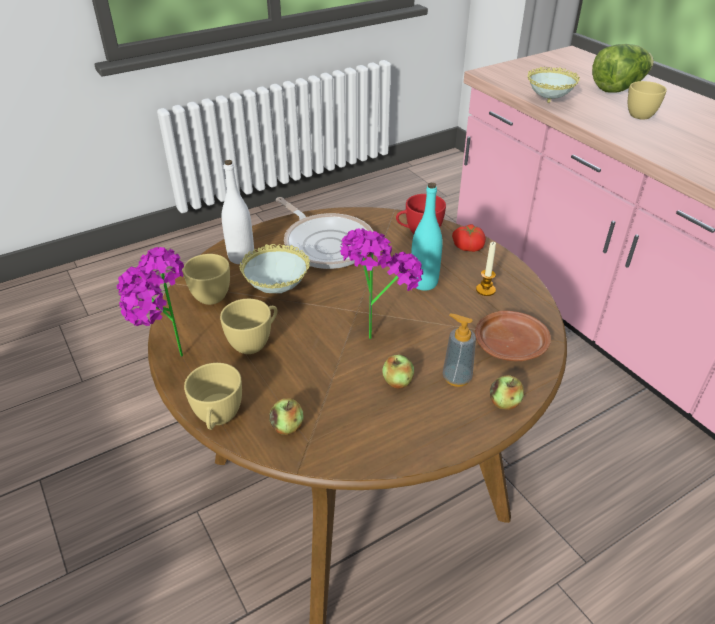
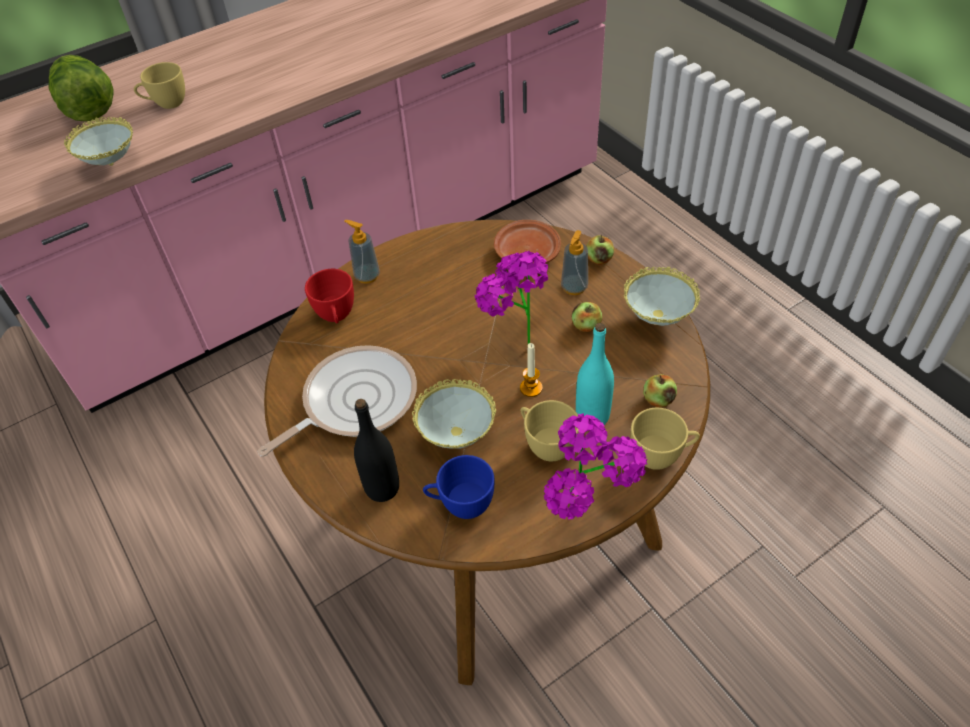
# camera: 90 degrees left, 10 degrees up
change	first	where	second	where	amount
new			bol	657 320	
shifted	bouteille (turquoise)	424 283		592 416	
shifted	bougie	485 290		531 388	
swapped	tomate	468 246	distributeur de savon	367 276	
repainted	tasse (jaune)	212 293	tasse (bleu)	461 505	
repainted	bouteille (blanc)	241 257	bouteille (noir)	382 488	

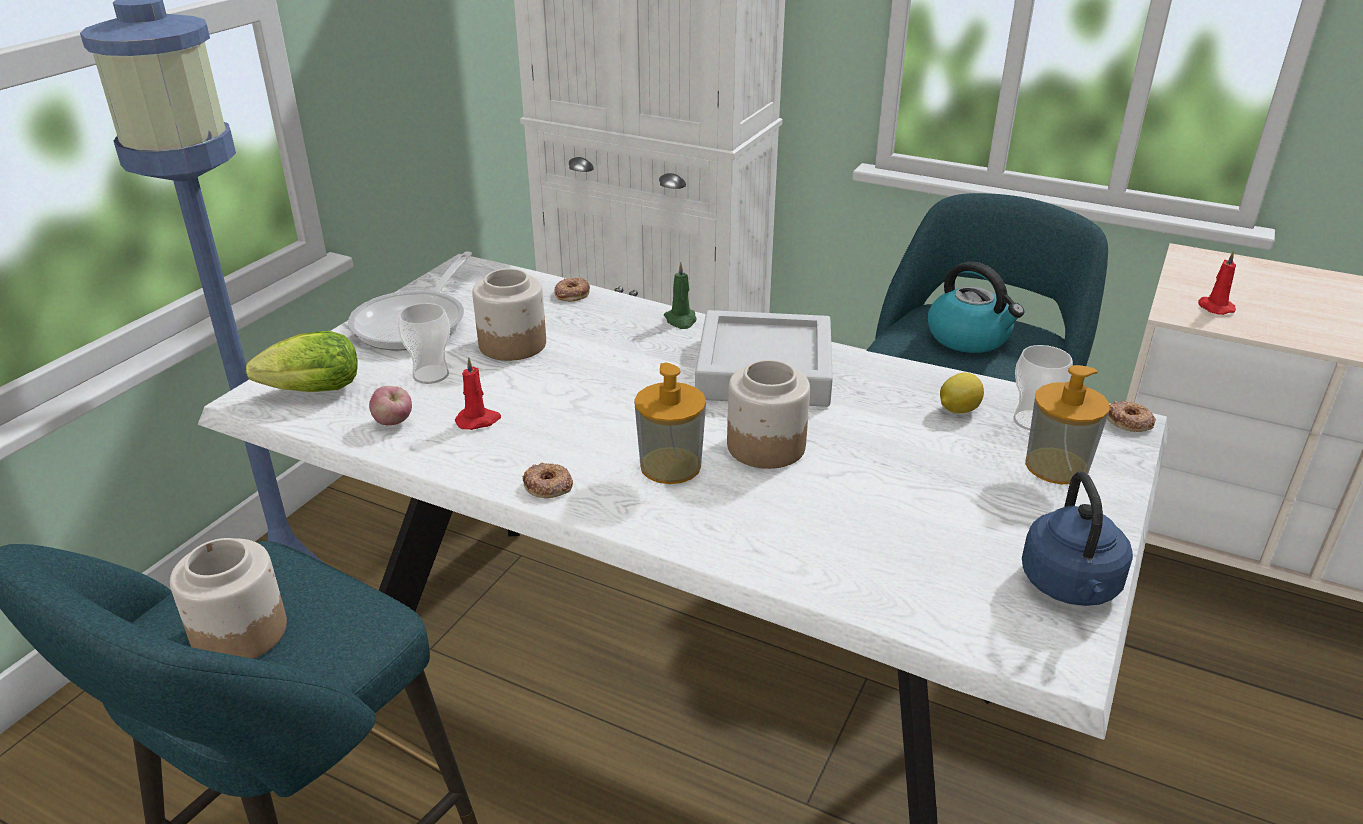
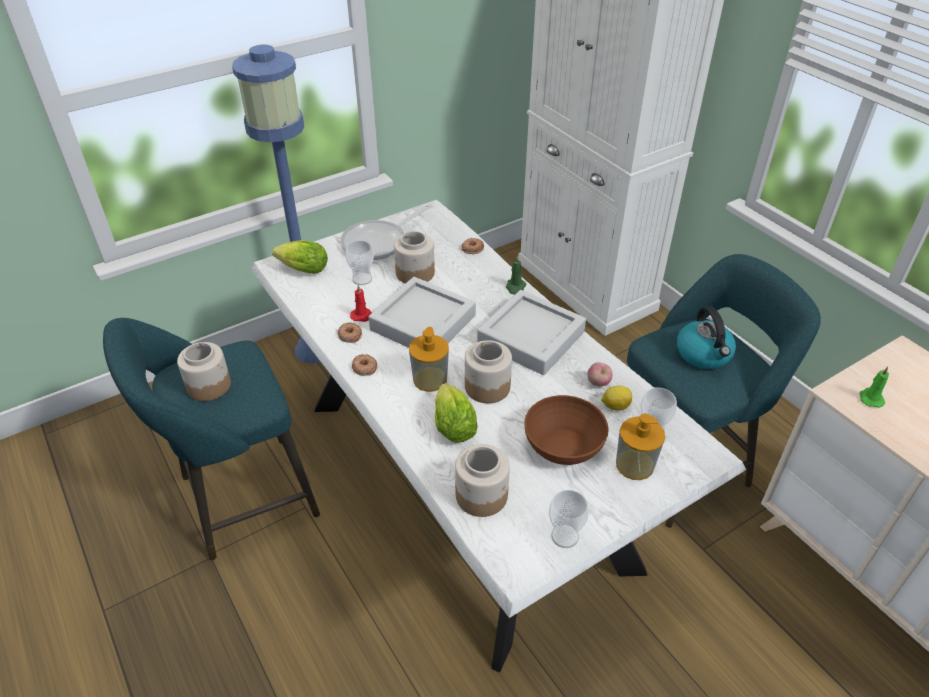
# camera: 30 degrees right, 10 degrees up
change	first	where	second	where	amount
new			plateau (gris)	423 323	
new			laitue	452 424	
new			bocal	482 495	
new			bol (marron)	562 446	
shifted	pomme	394 423		598 383	
shifted	beignet	1128 421		350 335	
swapped	bouilloire (bleu)	1070 587	tasse	564 536	
repainted	bougie (rouge)	1214 307	bougie (vert)	870 398	

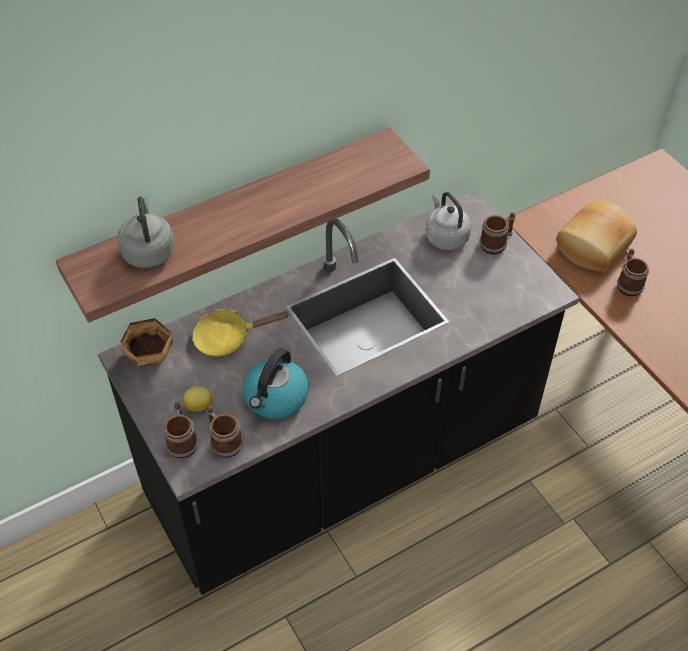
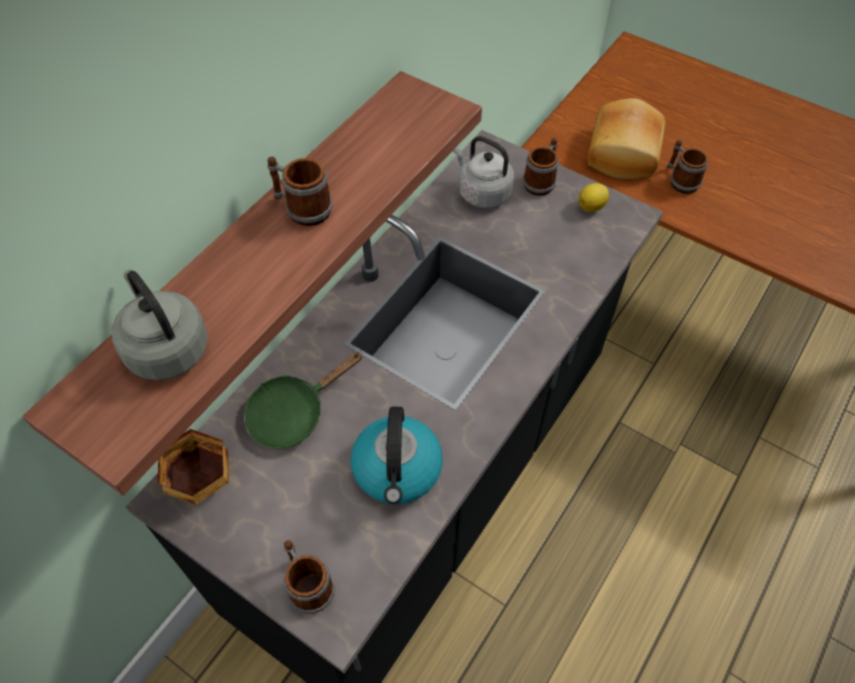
# camera: 25 degrees left, 5 degrees up
change	first	where	second	where	amount
shifted	citron	199 406		592 206	
shifted	mug	223 441		302 208	
repainted	poêle (jaune)	228 337	poêle (vert)	293 413	

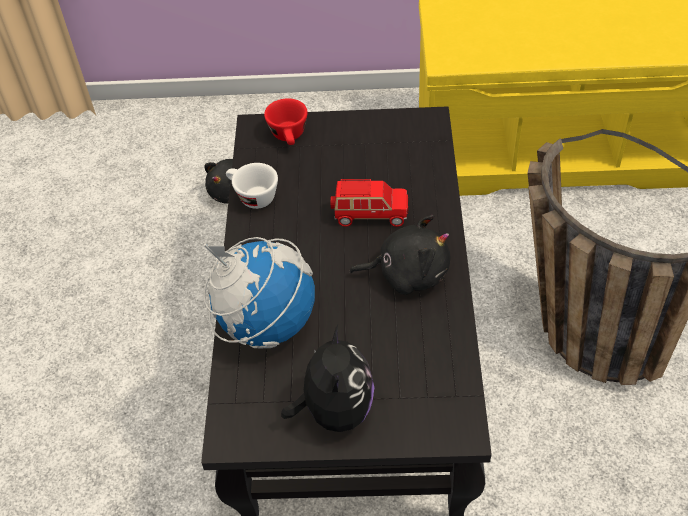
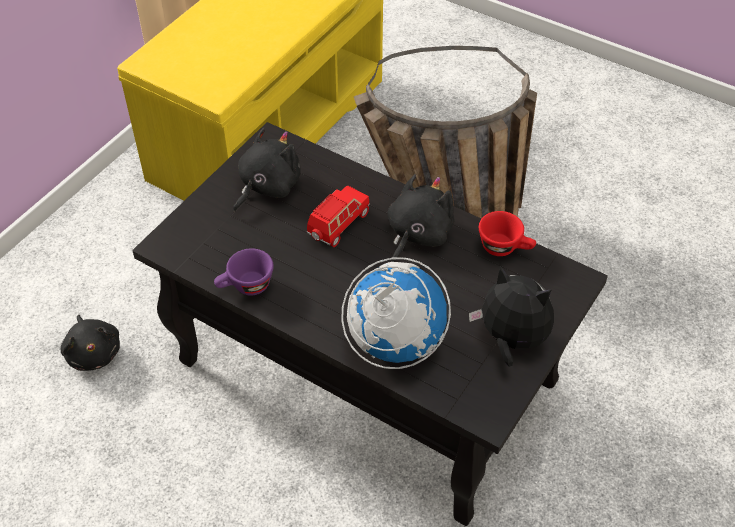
# camera: 60 degrees left, 0 degrees up
change	first	where	second	where	amount
new			peluche (noir)	267 186	
shifted	tasse (rouge)	289 137		505 247	
repainted	tasse (blanc)	252 196	tasse (violet)	245 287	

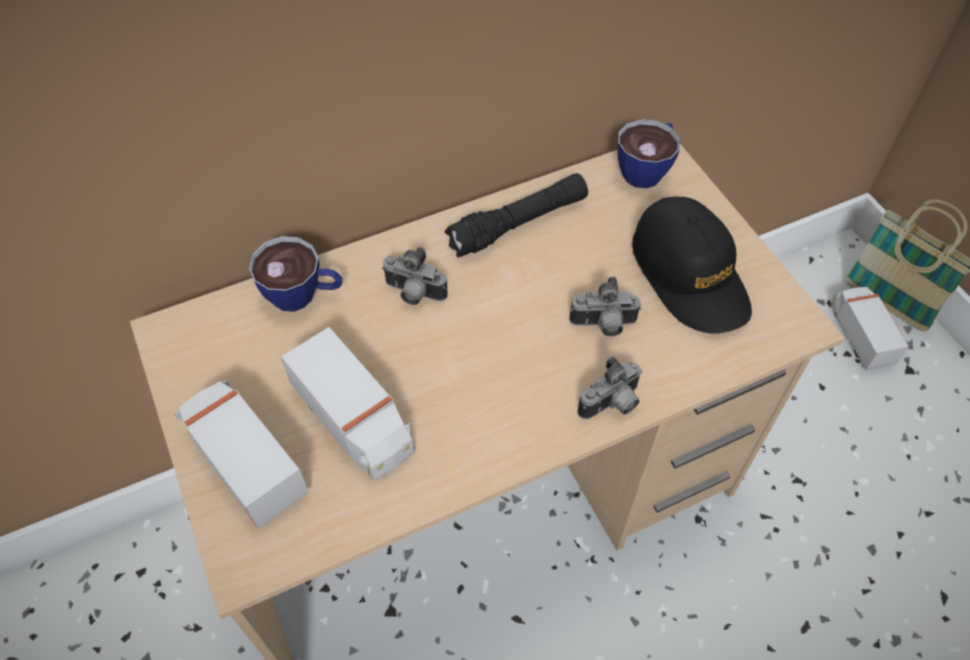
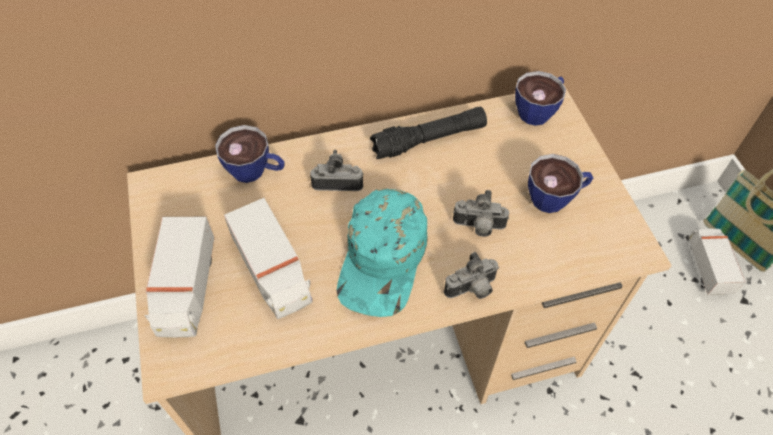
# camera: 10 degrees right, 0 degrees up
change	first	where	second	where	amount
new			casquette (turquoise)	383 259	
swapped	casquette (noir)	690 275	tasse	555 198	
rotated	camion jouet	244 461		186 289	150 degrees counterclockwise
rotated	appareil photo	413 294		338 182	150 degrees clockwise

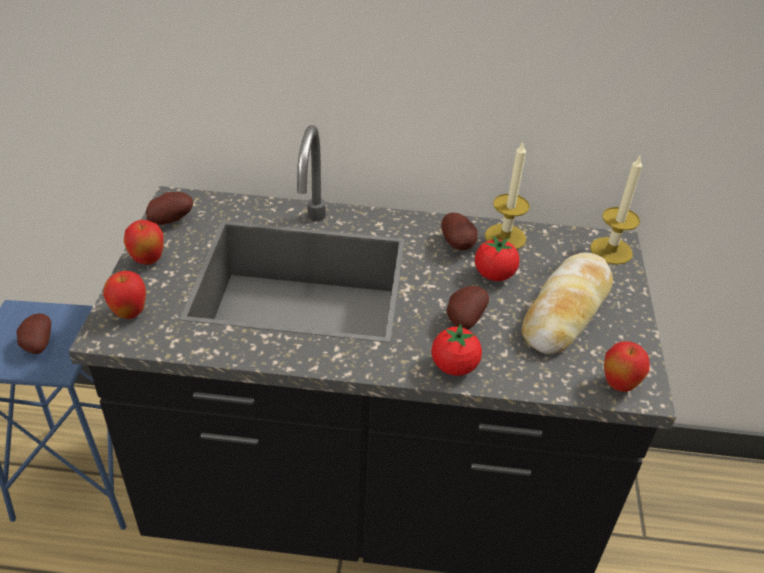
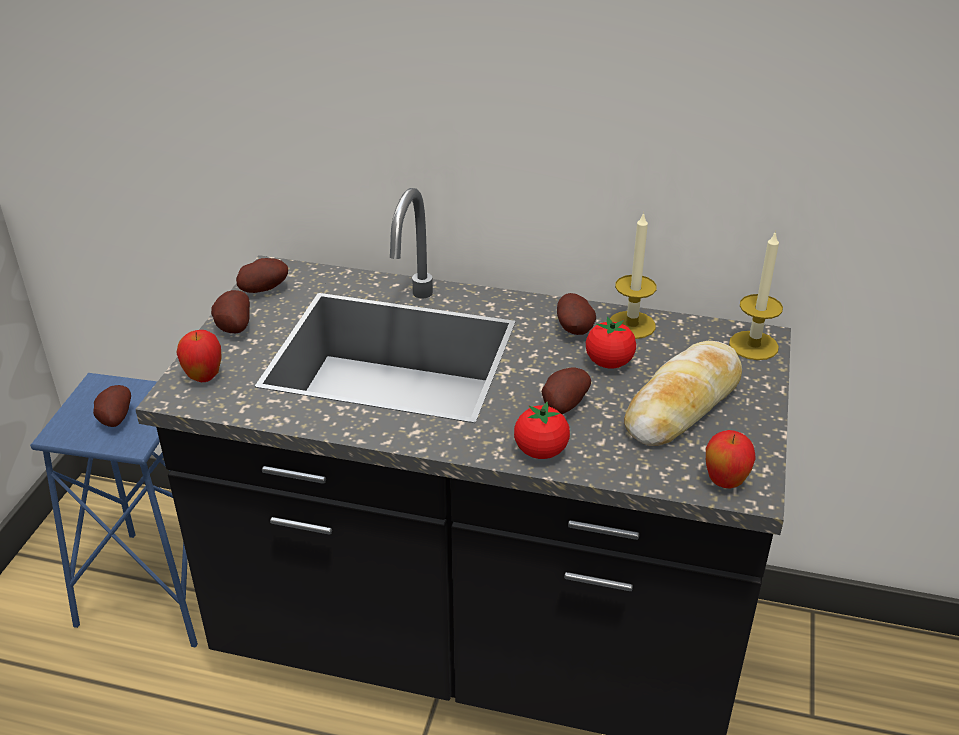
# camera: 10 degrees right, 5 degrees down
change	first	where	second	where	amount
swapped	pomme	148 261	pomme de terre	232 328	

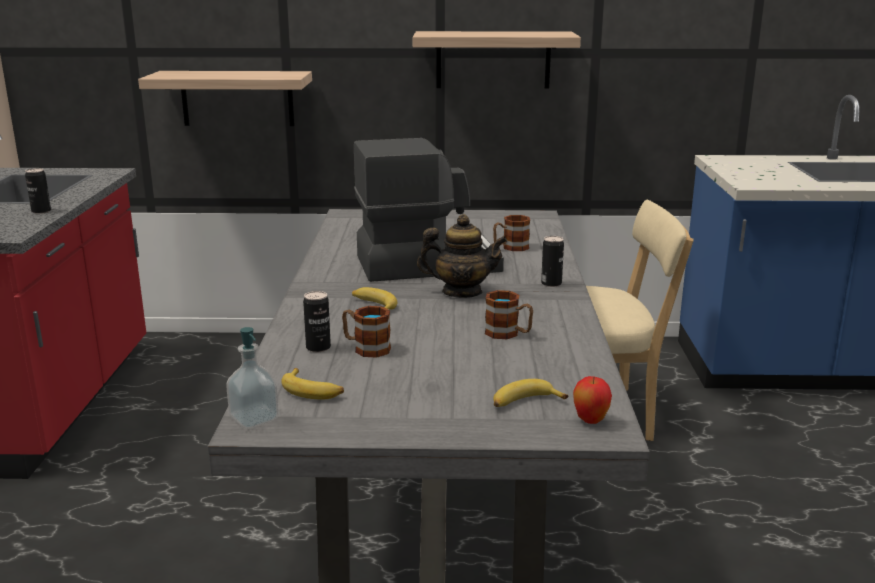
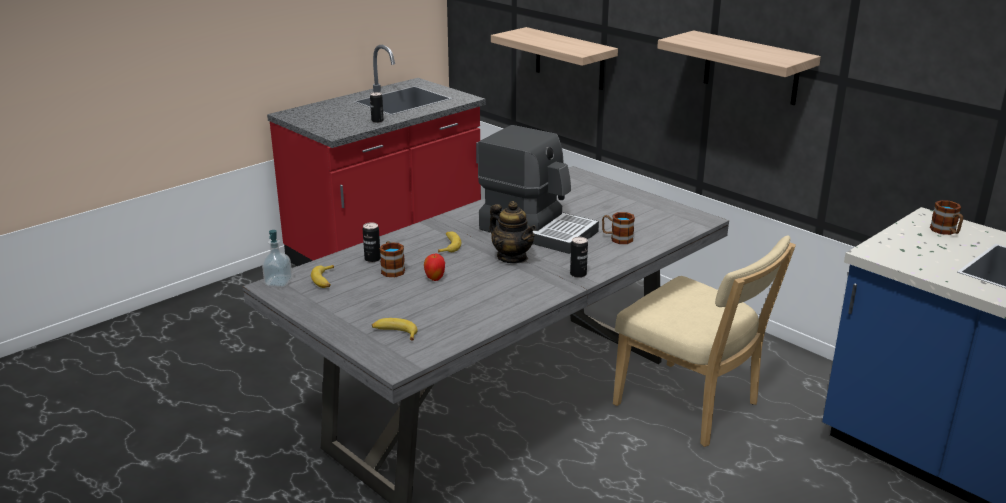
# camera: 45 degrees right, 5 degrees up
change	first	where	second	where	amount
shifted	mug	508 334		946 232	
shifted	pomme	590 421		435 279	

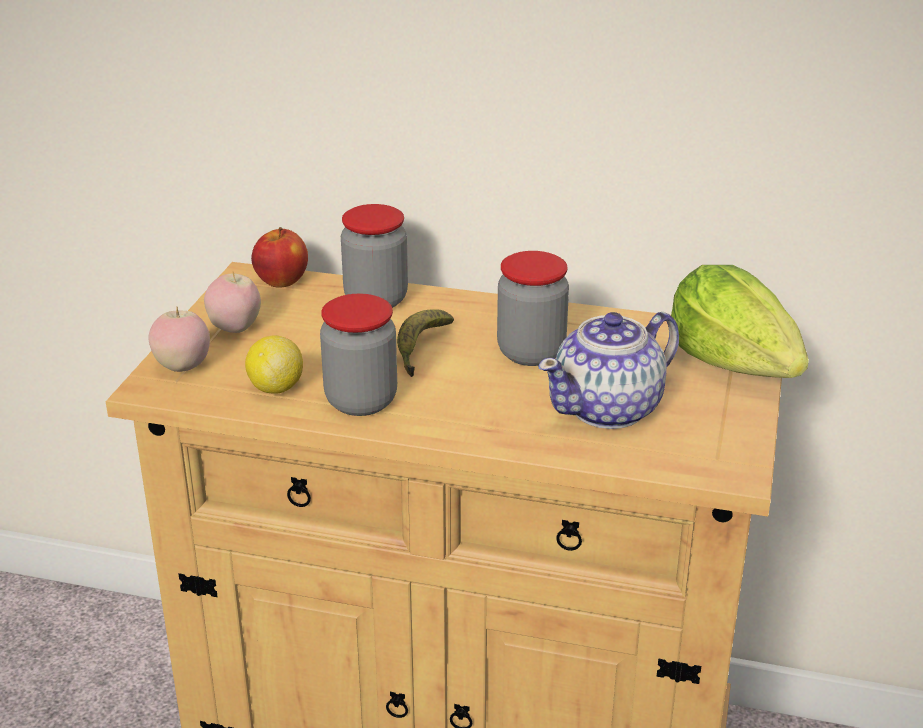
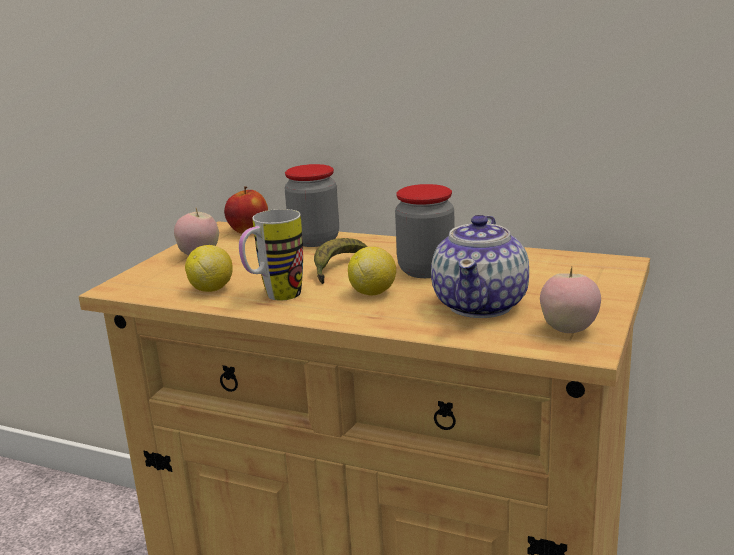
# camera: 10 degrees right, 10 degrees down
change	first	where	second	where	amount
gone	laitue	736 363			
new			citron	373 292	
shifted	pomme	183 367		569 330	
swapped	bocal	361 401	mug	274 298	
rotated	théière	609 409		481 305	45 degrees counterclockwise

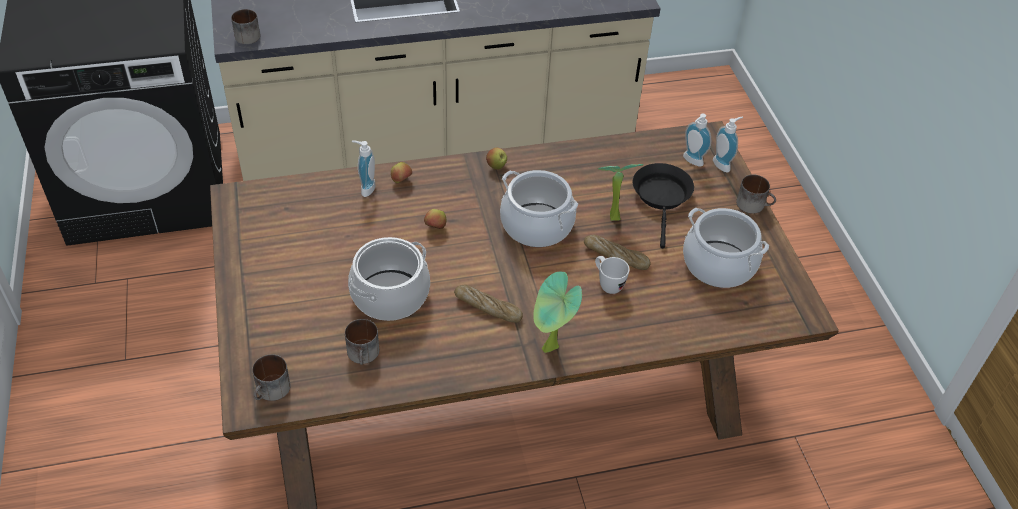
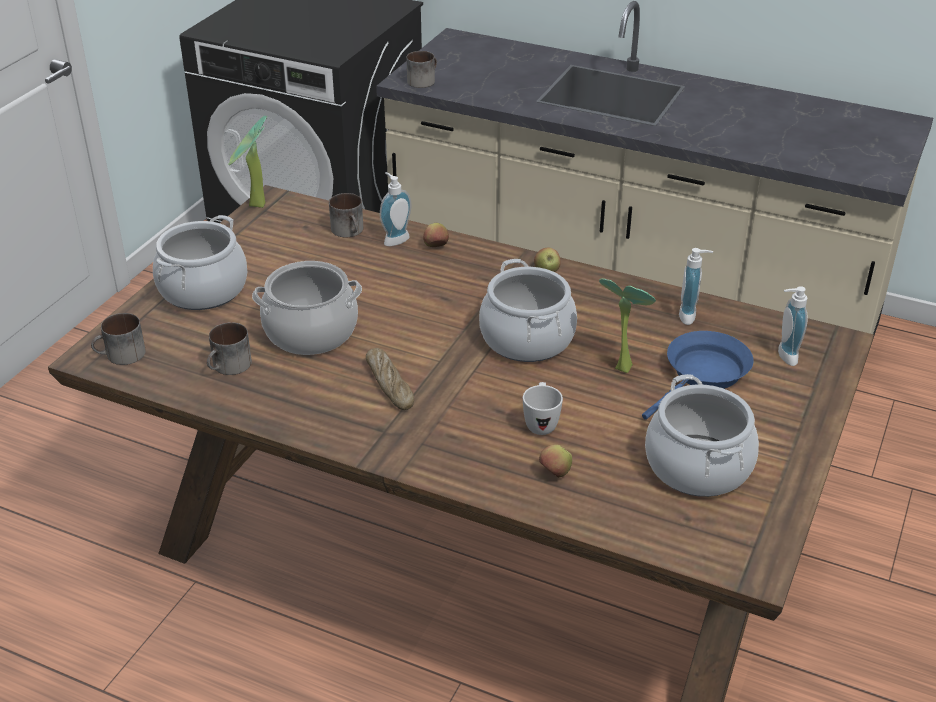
# camera: 40 degrees right, 10 degrees down
change	first	where	second	where	amount
gone	pain	616 256			
new			marmite	203 289	
shifted	pomme	435 227		555 473	
shifted	plante en pot	550 351		255 207	
shifted	distributeur de savon	723 164		691 316	
shifted	mug	754 204		350 231	
repainted	poêle (noir)	662 198	poêle (bleu)	703 375	

